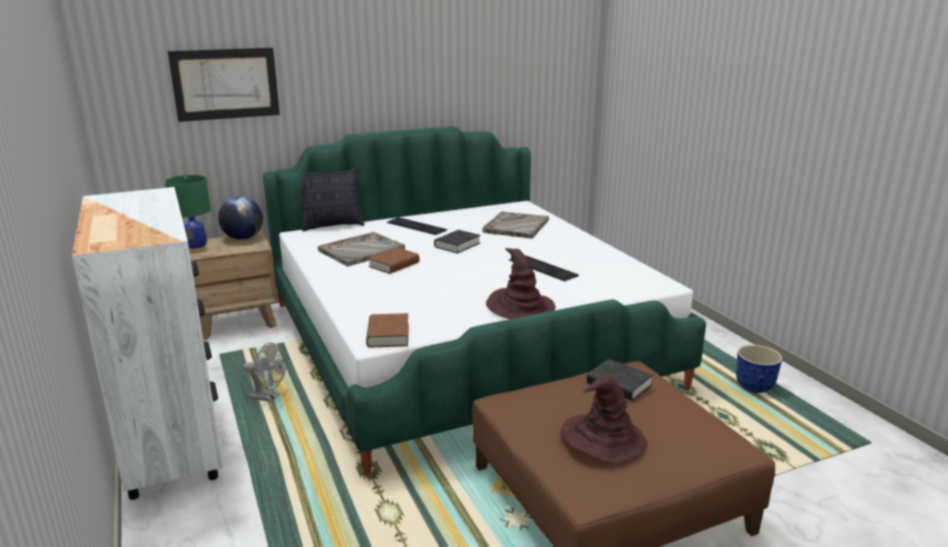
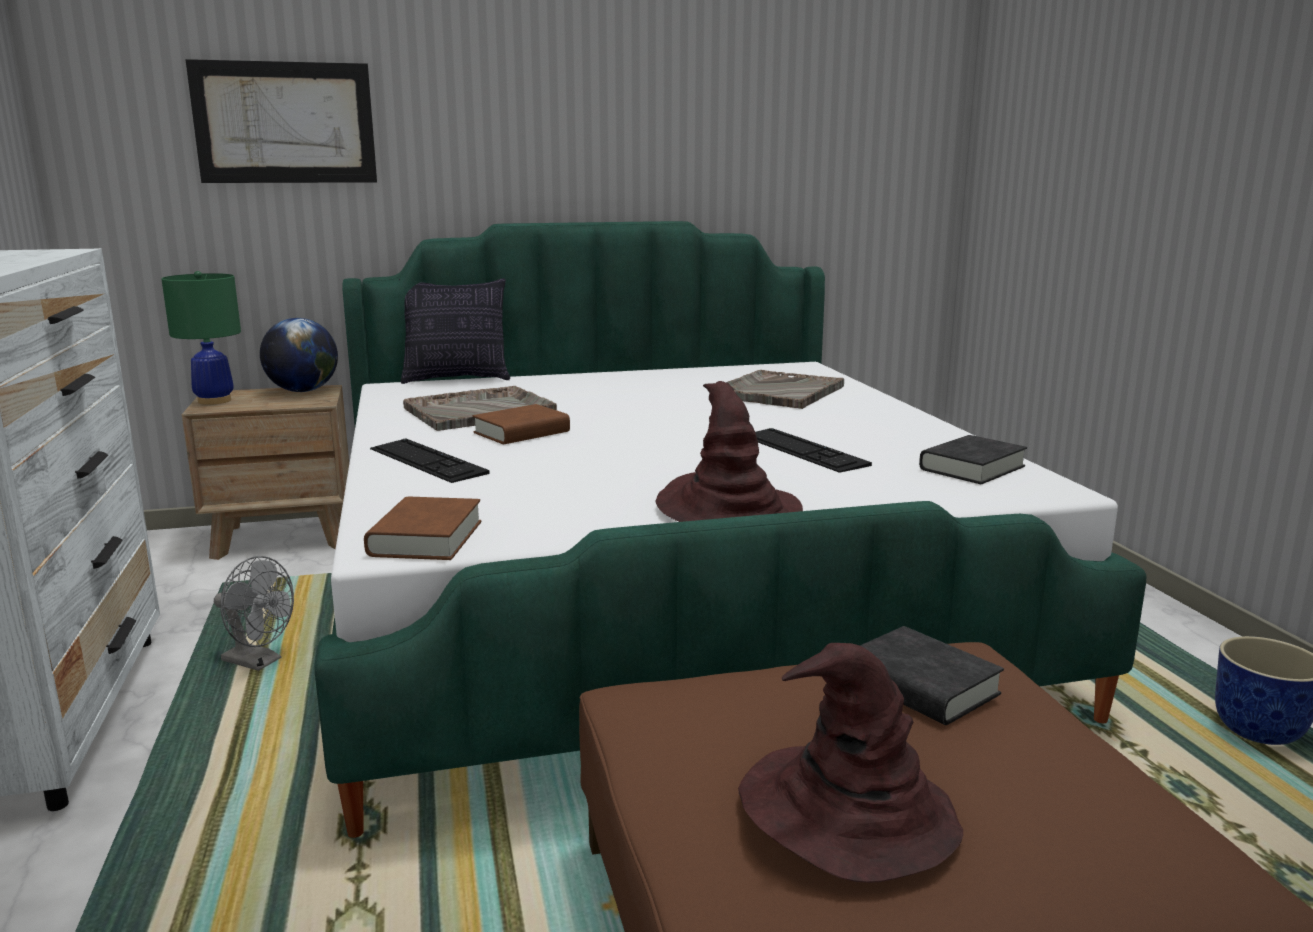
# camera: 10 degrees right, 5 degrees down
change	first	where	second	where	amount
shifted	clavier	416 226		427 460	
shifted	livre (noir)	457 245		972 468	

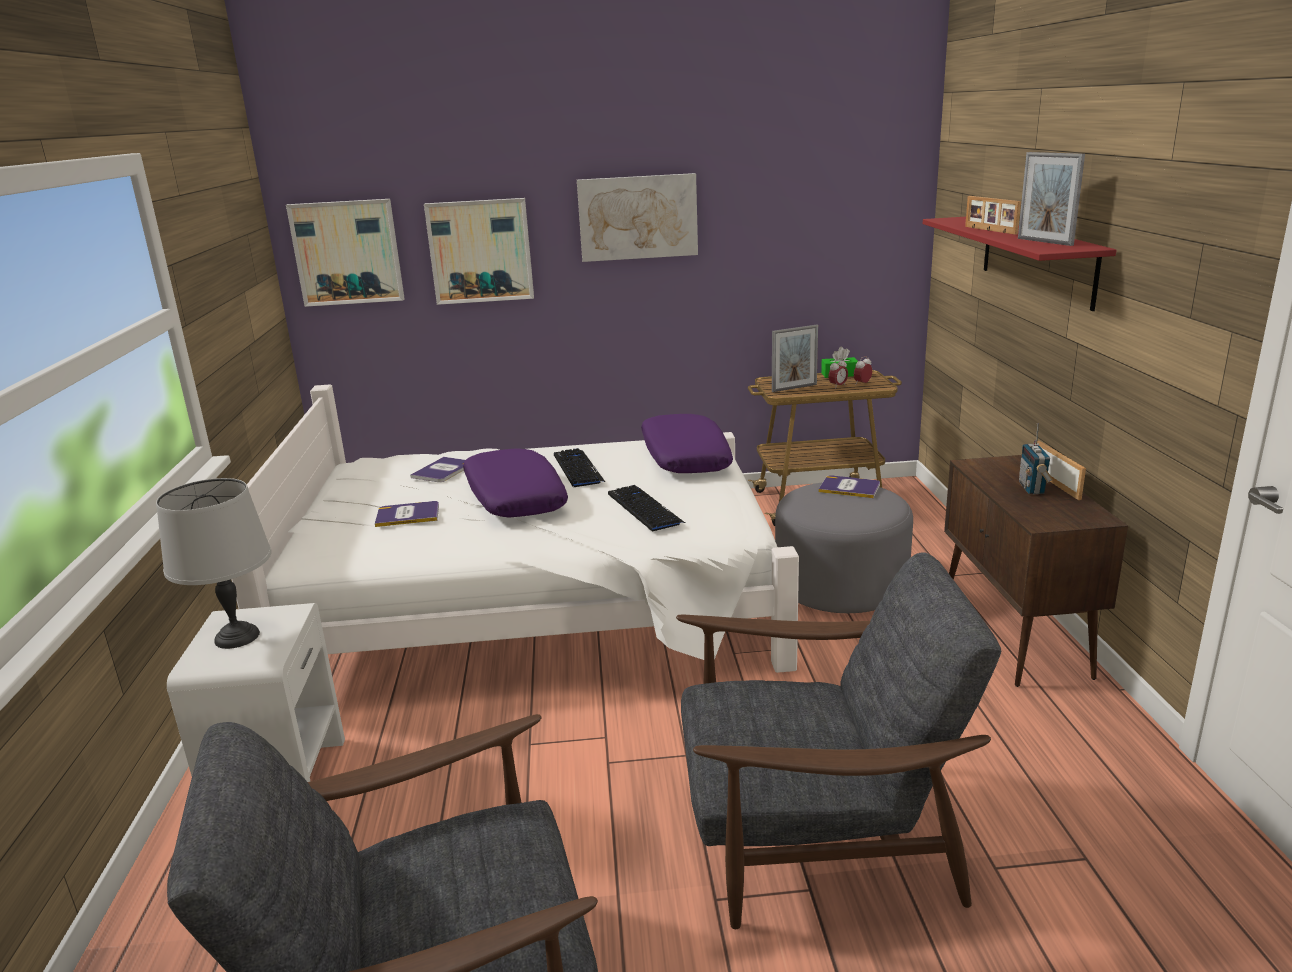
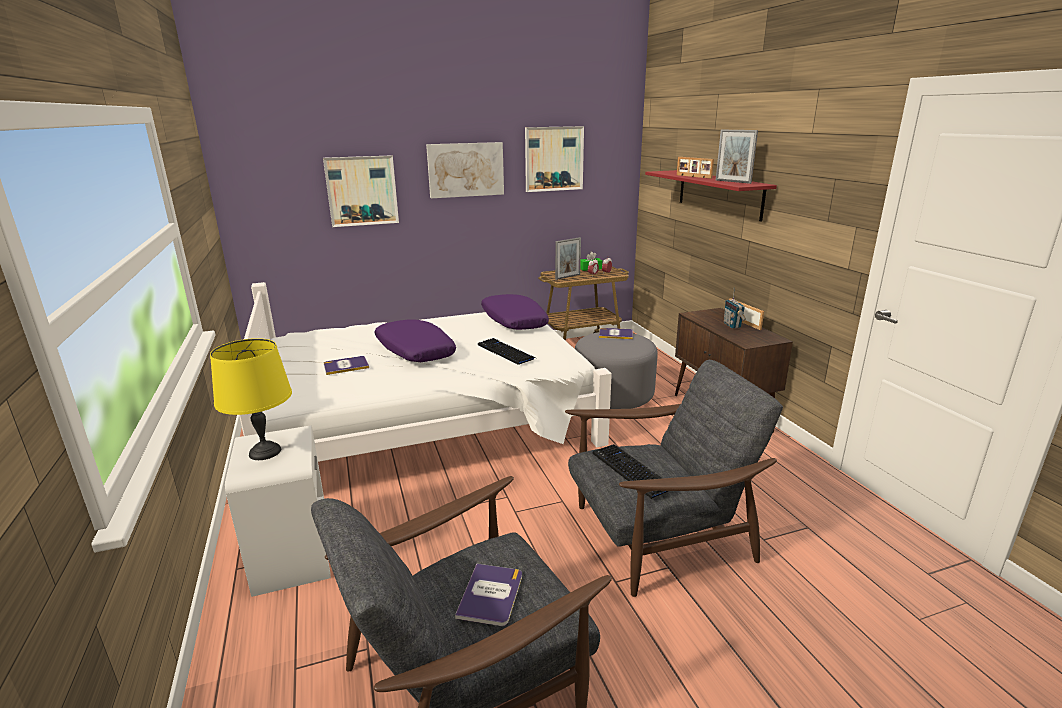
# camera: 15 degrees left, 0 degrees up
change	first	where	second	where	amount
shifted	tableau	347 252		553 159	
shifted	livre	443 471		490 595	
shifted	clavier	577 469		631 471	
repainted	lampe de table (gris)	237 636	lampe de table (jaune)	265 451	

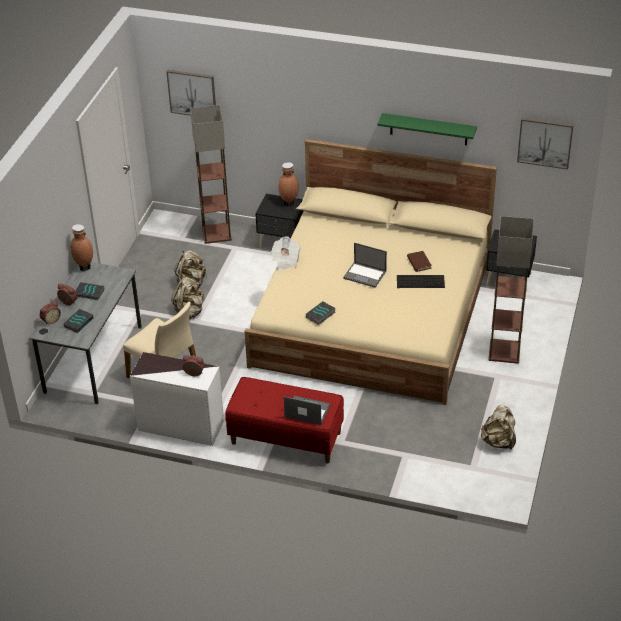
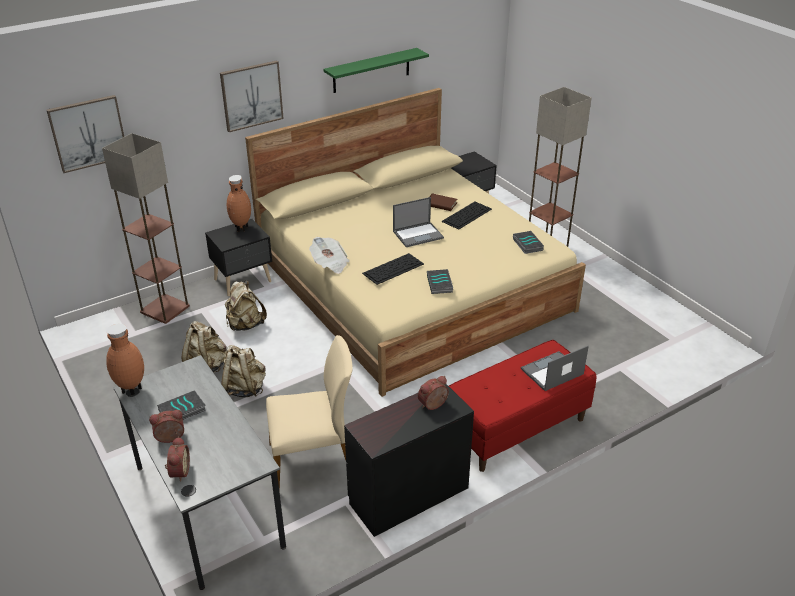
# camera: 50 degrees left, 5 degrees down
change	first	where	second	where	amount
new			clavier	393 268	
shifted	livre	78 322		526 244	
shifted	sac à dos (beige)	498 441		245 325	
shifted	tableau	545 142		251 95	
repainted	commode (blanc)	181 425	commode (noir)	407 495	

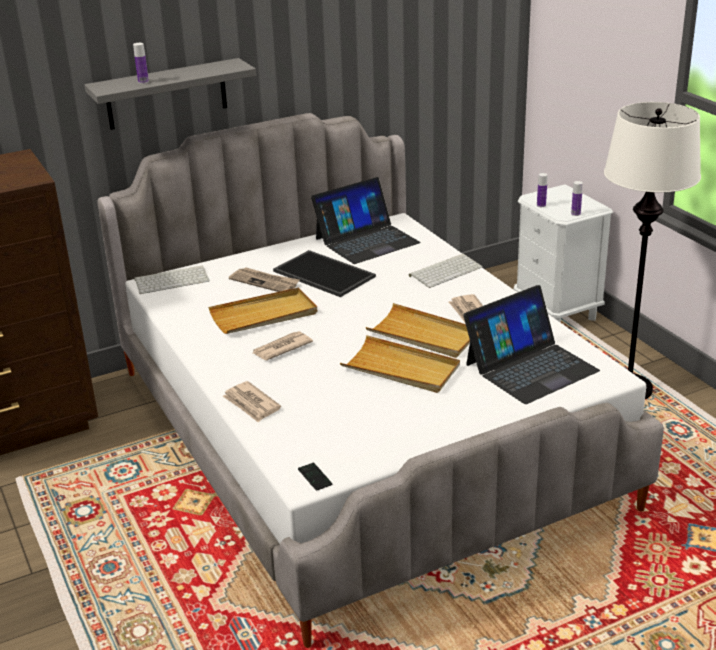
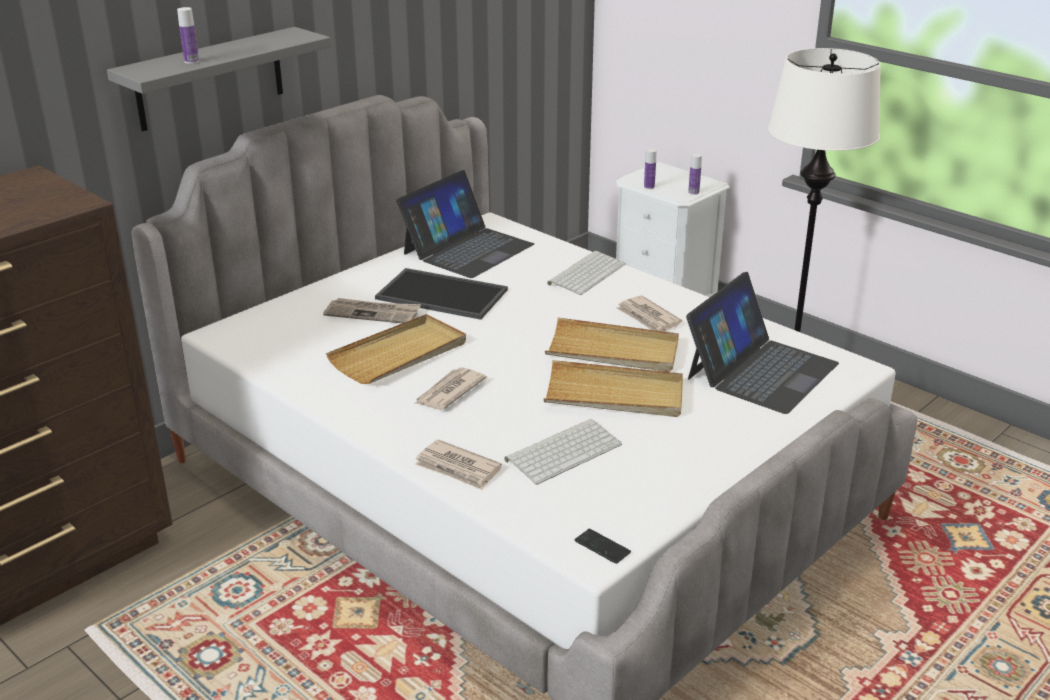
# camera: 20 degrees left, 0 degrees up
change	first	where	second	where	amount
shifted	clavier	172 280		563 451	

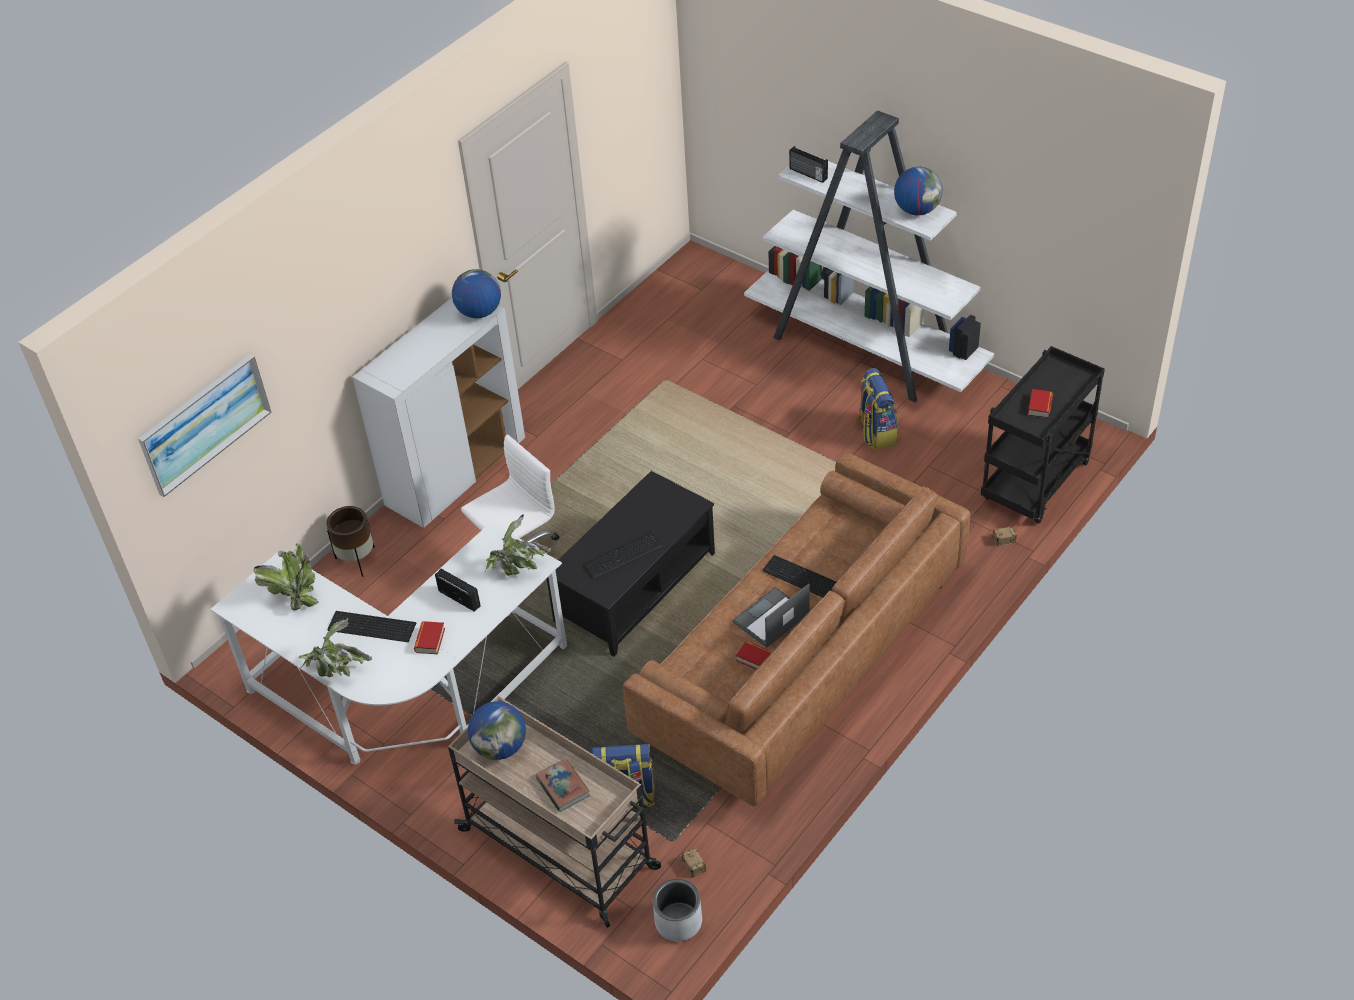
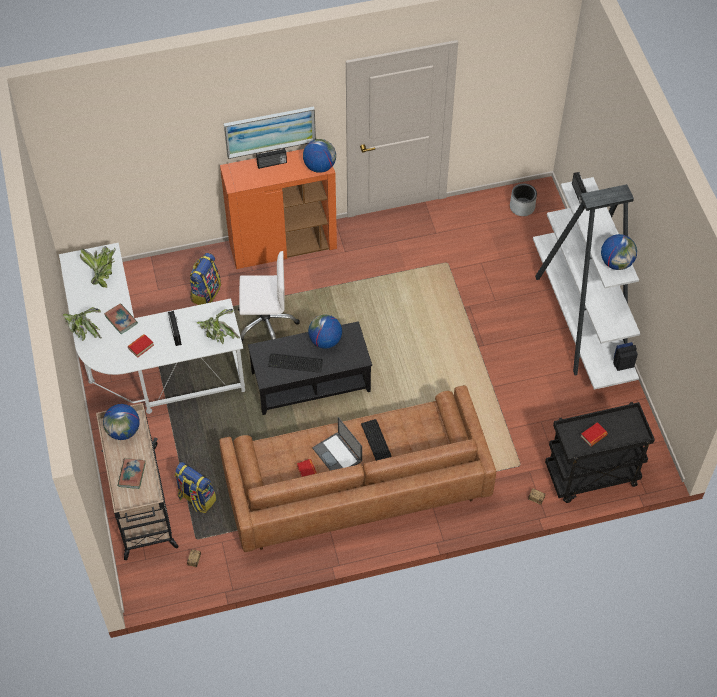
# camera: 35 degrees right, 10 degrees up
change	first	where	second	where	amount
gone	cache-pot (marron)	357 560			
new			radio	272 164	
new			globe	325 341	
shifted	tableau	204 423		270 131	
shifted	cache-pot (gris)	679 921		522 207	
shifted	sac à dos	875 433		205 293	
swapped	clavier	372 628	livre	121 320	
repainted	meuble de rangement (blanc)	456 473	meuble de rangement (orange)	283 246	
rotated	ordinateur portable	770 618		337 455	120 degrees counterclockwise

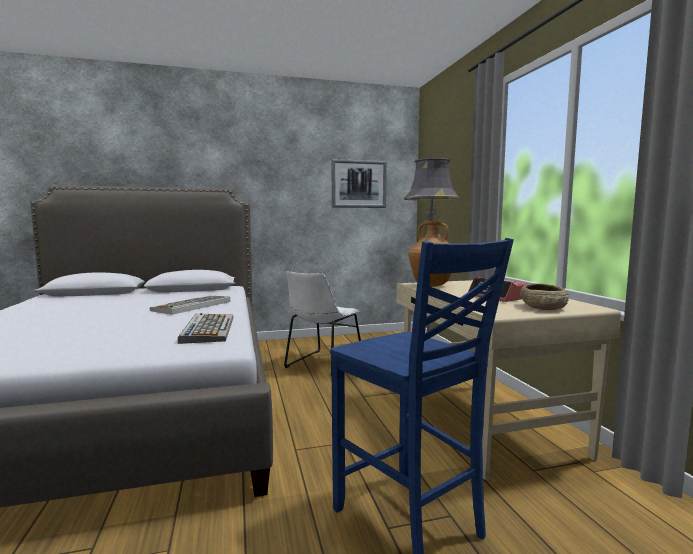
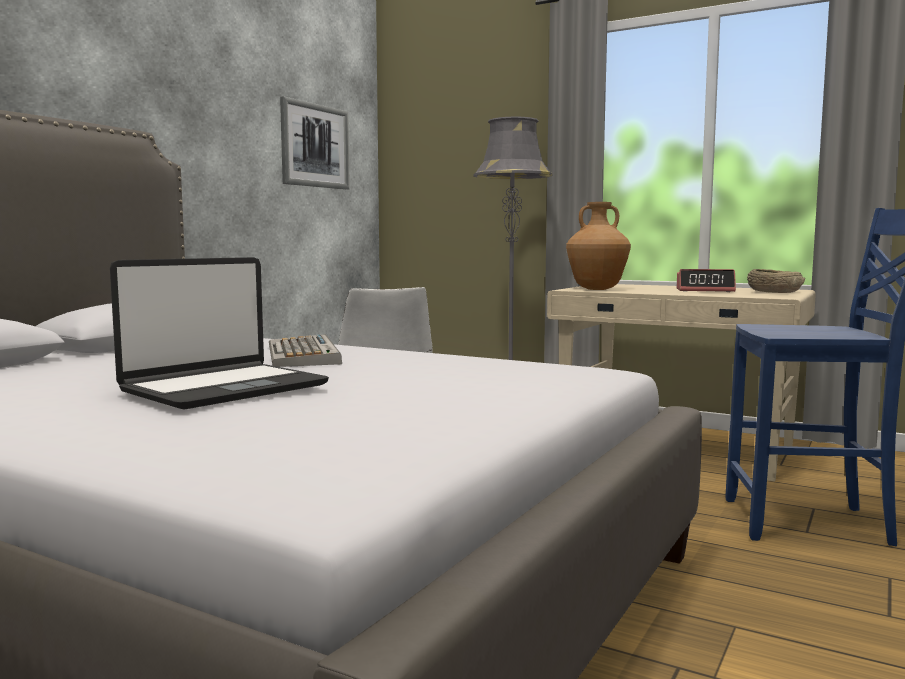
# camera: 45 degrees left, 0 degrees up
change	first	where	second	where	amount
gone	clavier	208 329			
new			ordinateur portable	224 388	

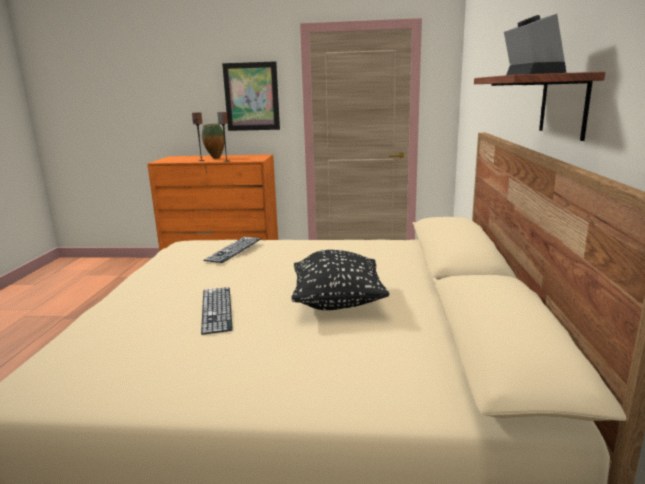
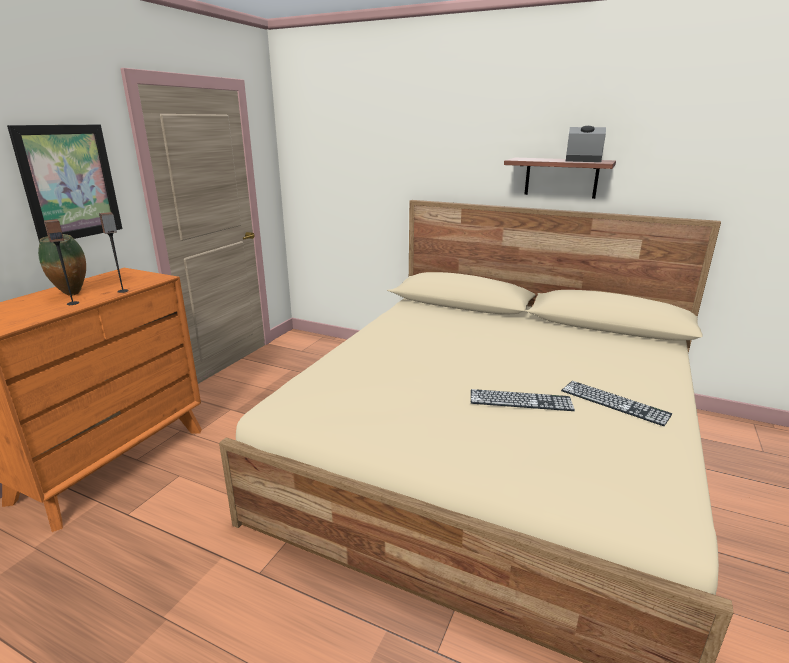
# camera: 70 degrees left, 5 degrees up
change	first	where	second	where	amount
gone	coussin (noir)	337 302			
shifted	clavier	234 249		614 402	

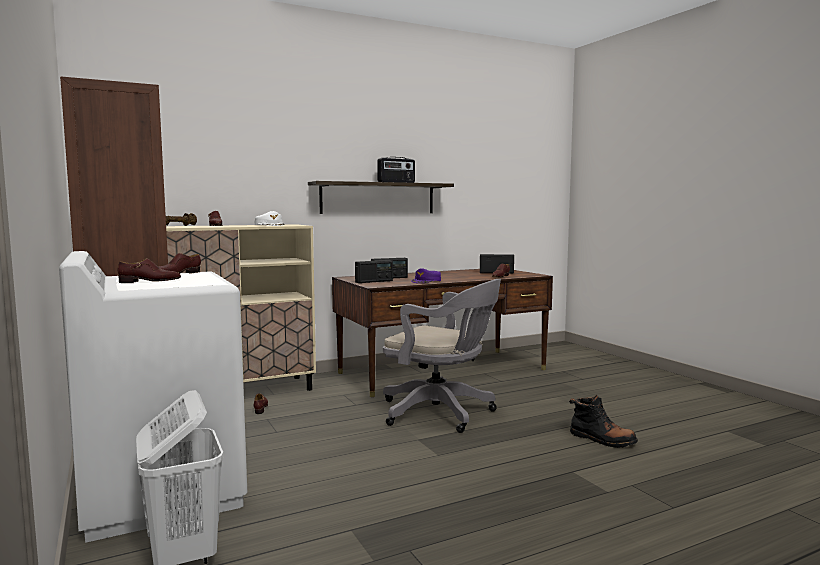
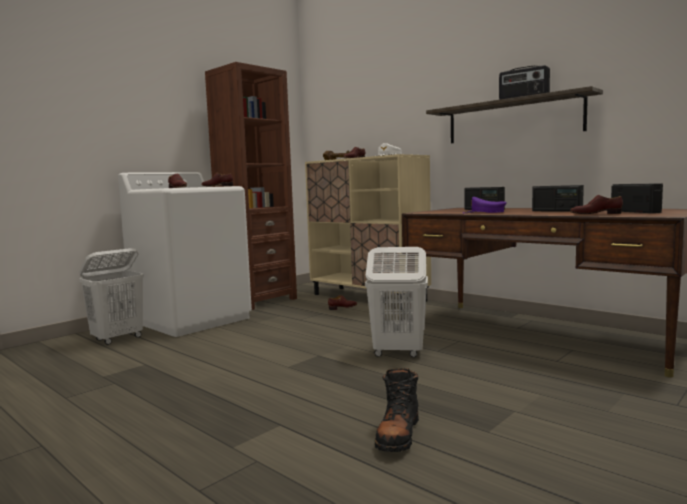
# camera: 70 degrees right, 0 degrees up
change	first	where	second	where	amount
shifted	radio	374 281		556 211	
swapped	chaise de bureau (gris)	442 413	panier à linge (blanc)	397 353	

